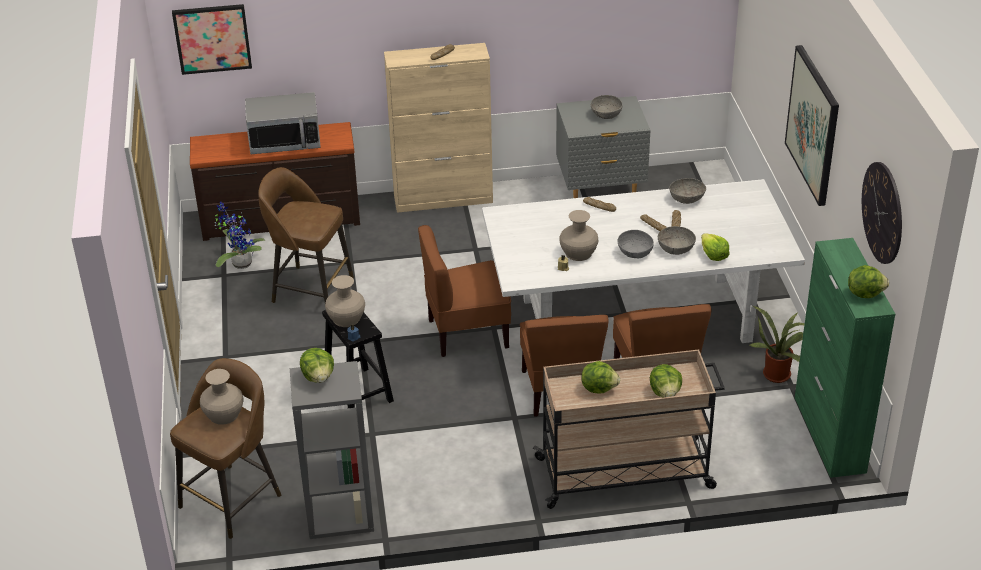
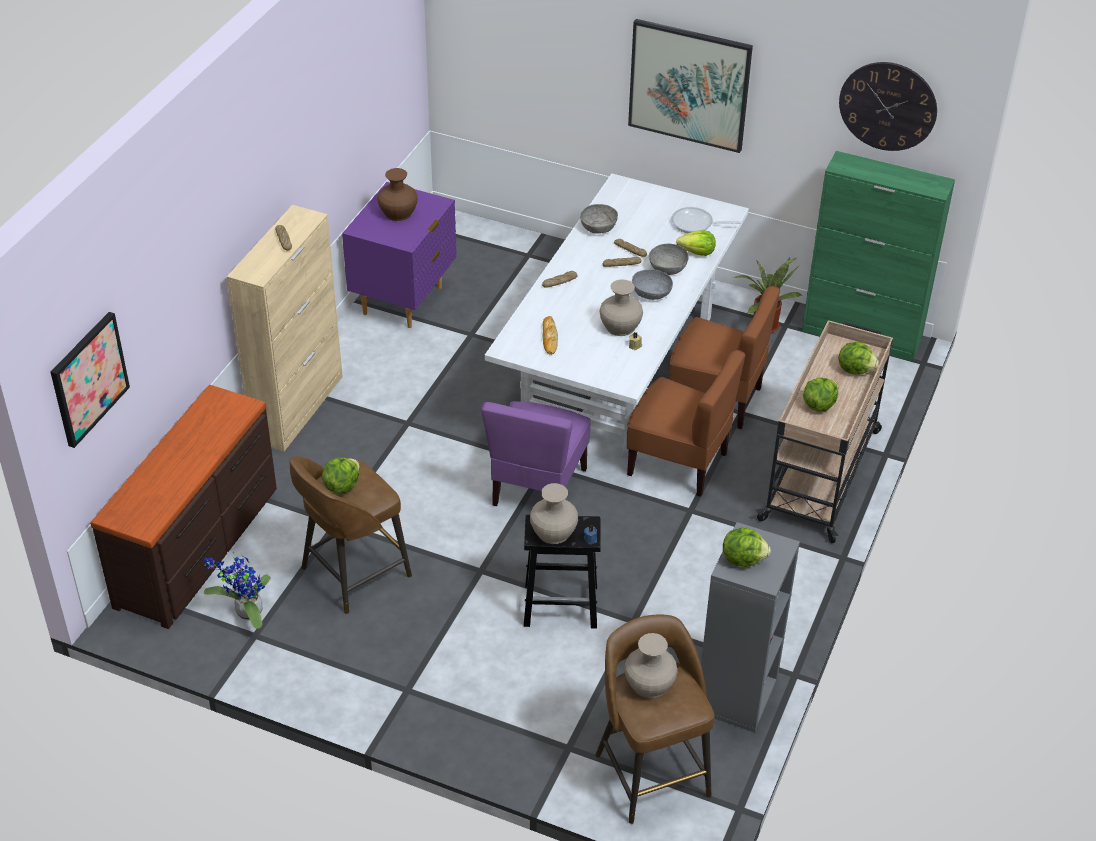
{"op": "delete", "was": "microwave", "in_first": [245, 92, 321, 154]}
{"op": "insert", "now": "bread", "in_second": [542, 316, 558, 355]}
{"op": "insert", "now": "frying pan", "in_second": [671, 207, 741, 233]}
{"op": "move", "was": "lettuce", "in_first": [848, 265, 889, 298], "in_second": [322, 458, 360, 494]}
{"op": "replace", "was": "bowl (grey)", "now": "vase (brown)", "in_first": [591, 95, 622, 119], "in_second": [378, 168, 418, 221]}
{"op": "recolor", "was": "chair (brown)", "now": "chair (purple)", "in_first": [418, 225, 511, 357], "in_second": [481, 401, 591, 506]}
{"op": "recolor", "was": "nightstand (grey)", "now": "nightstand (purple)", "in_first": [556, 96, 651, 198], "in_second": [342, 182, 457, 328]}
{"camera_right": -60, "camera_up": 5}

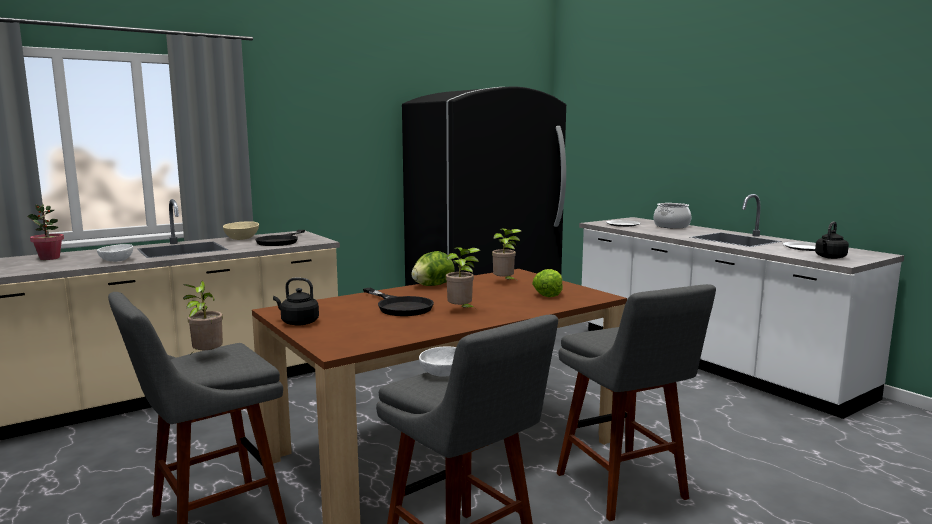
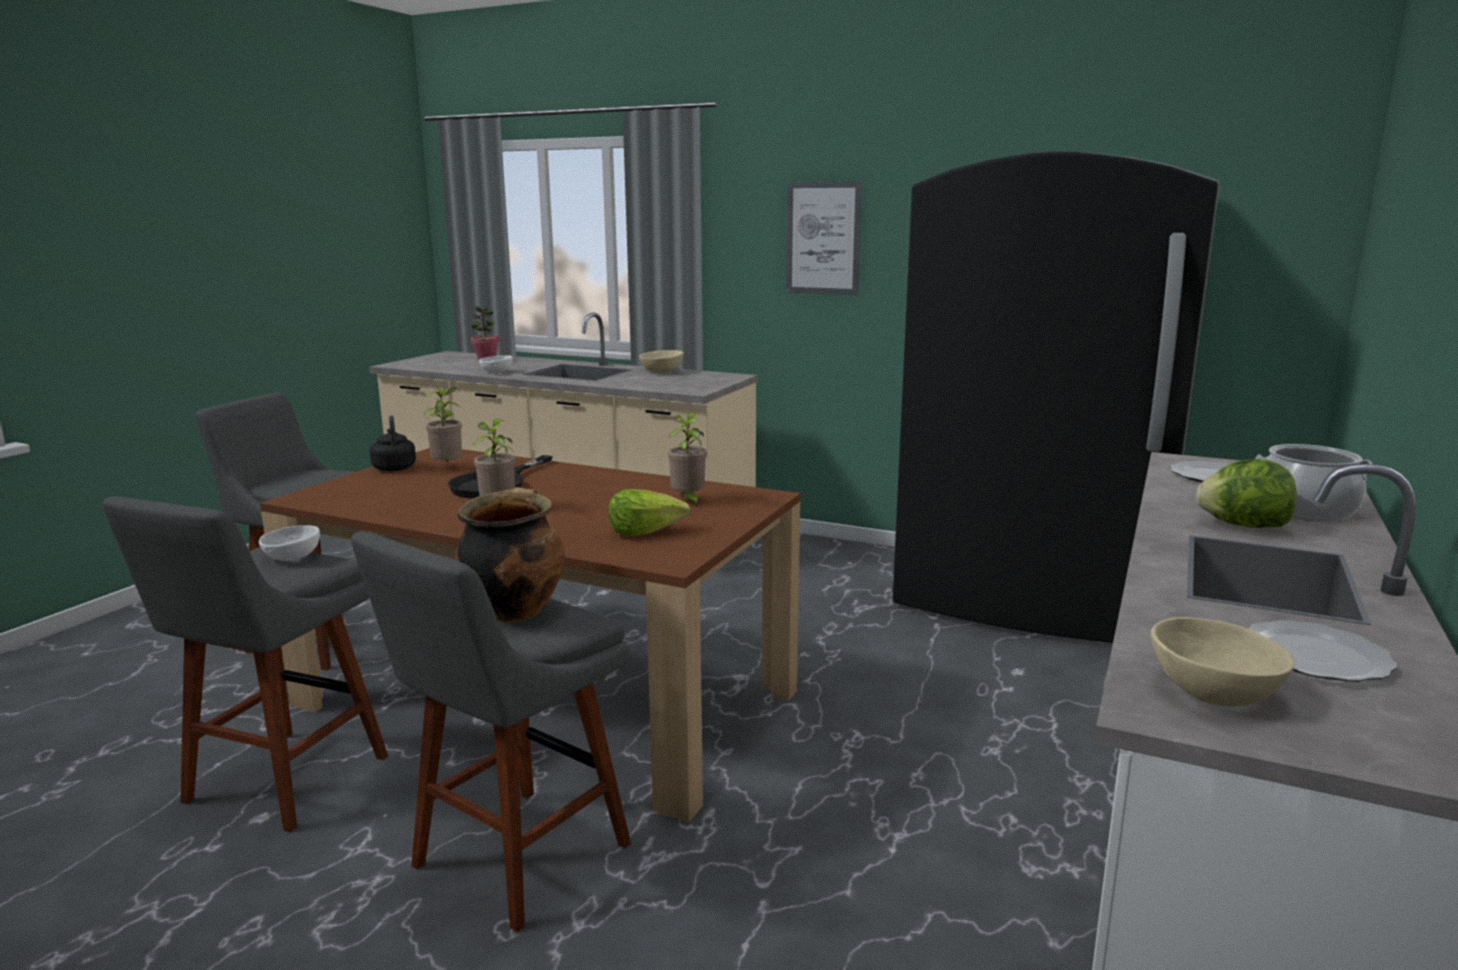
{"op": "delete", "was": "frying pan (black)", "in_first": [255, 230, 305, 246]}
{"op": "insert", "now": "cooking pot", "in_second": [455, 487, 564, 622]}
{"op": "insert", "now": "picture", "in_second": [786, 181, 863, 295]}
{"op": "move", "was": "potted plant", "in_first": [183, 281, 223, 354], "in_second": [424, 387, 462, 462]}
{"op": "move", "was": "lettuce", "in_first": [412, 251, 455, 286], "in_second": [1196, 459, 1297, 528]}
{"op": "replace", "was": "kettle (black)", "now": "bowl (beige)", "in_first": [815, 221, 849, 259], "in_second": [1151, 617, 1294, 707]}
{"camera_right": 60, "camera_up": 5}

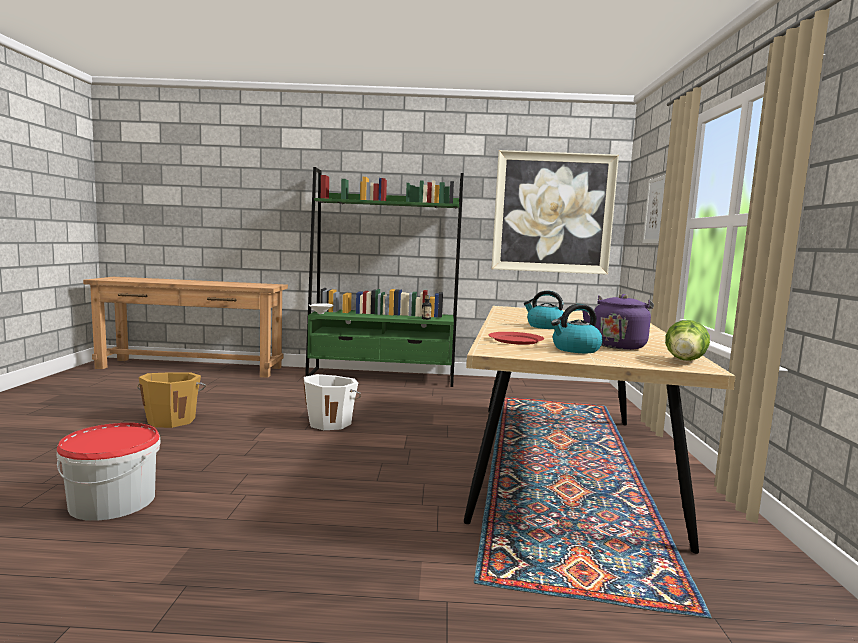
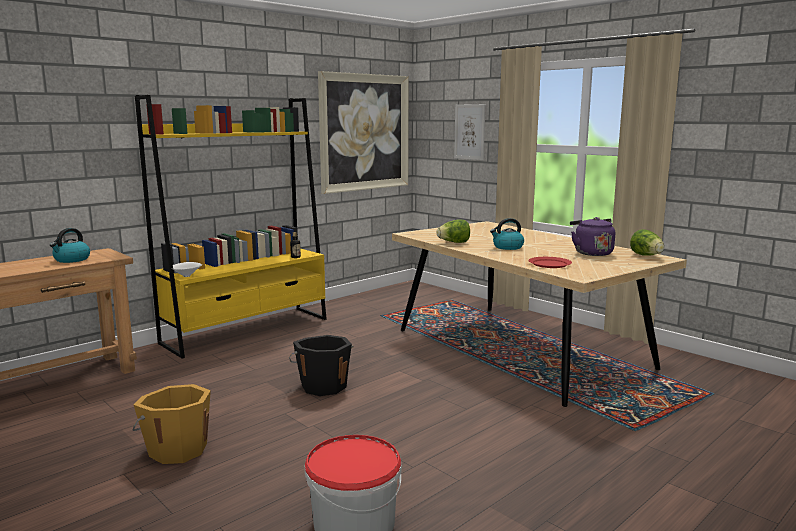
{"op": "insert", "now": "lettuce", "in_second": [437, 219, 470, 243]}
{"op": "move", "was": "kettle", "in_first": [551, 304, 603, 353], "in_second": [50, 228, 90, 263]}
{"op": "recolor", "was": "bucket (white)", "now": "bucket (black)", "in_first": [304, 374, 361, 430], "in_second": [289, 335, 354, 396]}
{"op": "recolor", "was": "bookcase (green)", "now": "bookcase (yellow)", "in_first": [305, 167, 464, 387], "in_second": [135, 95, 327, 359]}
{"camera_right": -45, "camera_up": 5}

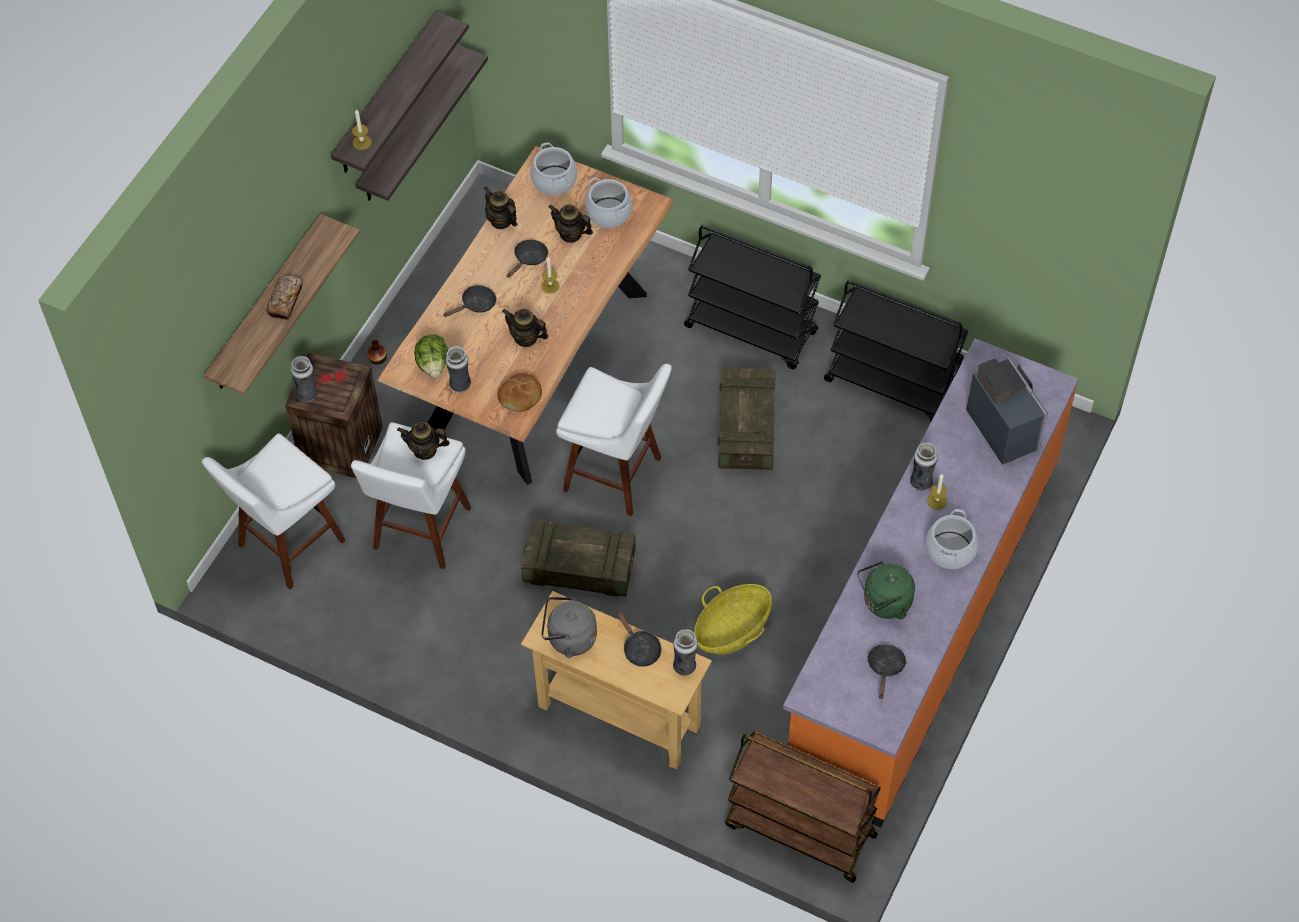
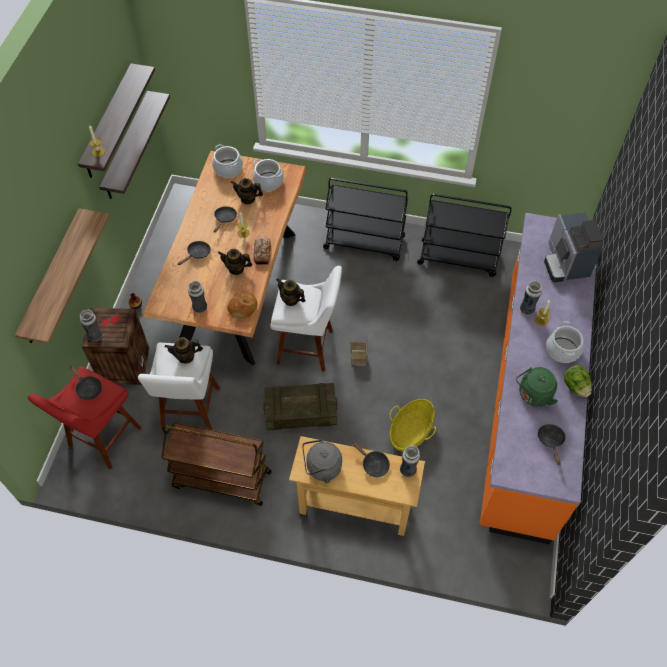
{"op": "delete", "was": "crate", "in_first": [718, 368, 776, 470]}
{"op": "insert", "now": "frying pan (black)", "in_second": [69, 365, 102, 400]}
{"op": "insert", "now": "basket", "in_second": [350, 337, 369, 365]}
{"op": "move", "was": "bread", "in_first": [267, 276, 303, 320], "in_second": [254, 237, 271, 265]}
{"op": "move", "was": "lettuce", "in_first": [414, 334, 448, 377], "in_second": [564, 365, 592, 397]}
{"op": "move", "was": "teapot", "in_first": [484, 186, 517, 229], "in_second": [276, 278, 305, 306]}
{"op": "move", "was": "cart (brown)", "in_first": [725, 731, 881, 883], "in_second": [161, 423, 272, 506]}
{"op": "recolor", "was": "stool (white)", "now": "stool (red)", "in_first": [202, 433, 346, 589], "in_second": [28, 366, 141, 470]}
{"op": "rotate", "was": "coffee machine", "in_first": [966, 357, 1048, 465], "in_second": [544, 212, 603, 282], "clockwise": -150}
{"camera_right": -15, "camera_up": 0}

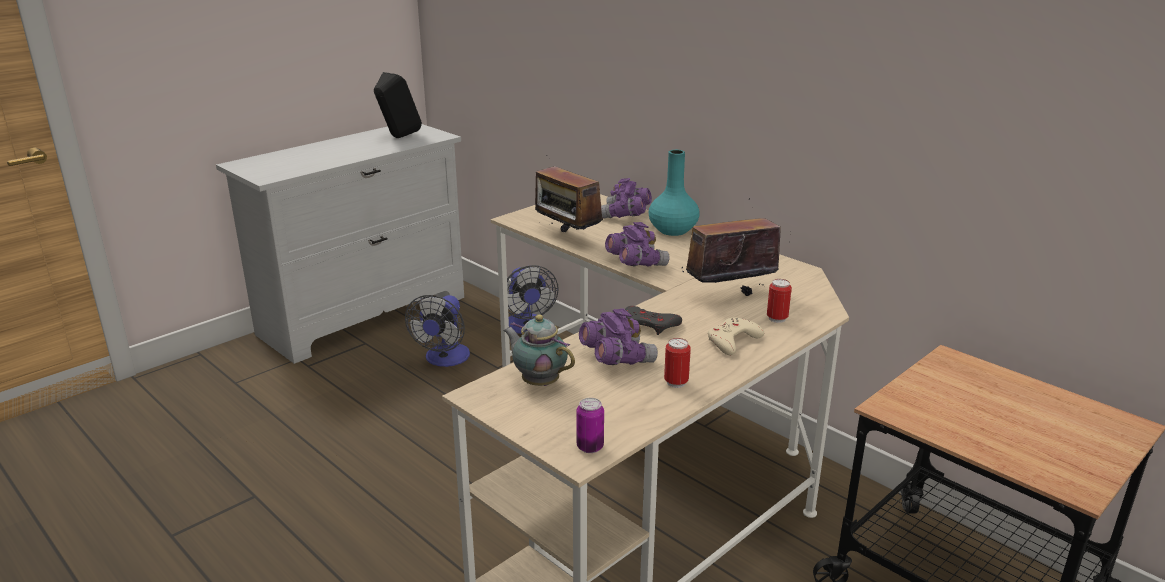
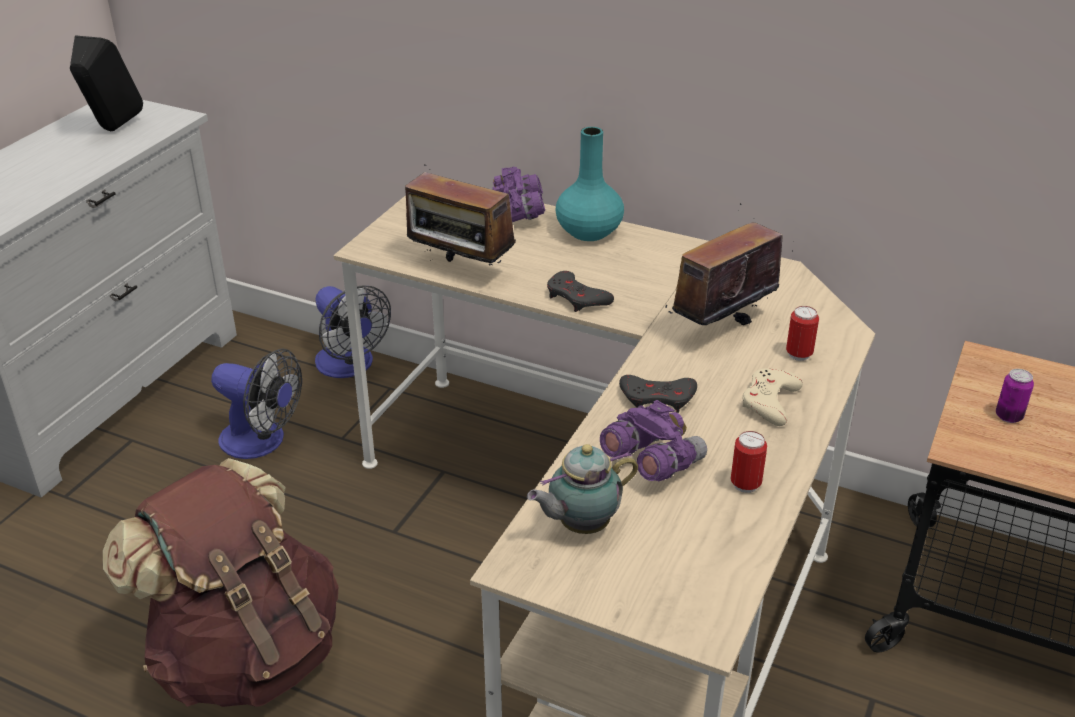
{"op": "insert", "now": "backpack (brown)", "in_second": [103, 458, 338, 707]}
{"op": "move", "was": "can", "in_first": [577, 398, 604, 453], "in_second": [996, 369, 1034, 423]}
{"op": "replace", "was": "binoculars (purple)", "now": "game controller (grey)", "in_first": [605, 222, 670, 267], "in_second": [547, 271, 614, 312]}
{"op": "rotate", "was": "fan", "in_first": [405, 295, 470, 367], "in_second": [211, 348, 302, 459], "clockwise": -60}
{"op": "rotate", "was": "teapot", "in_first": [503, 315, 575, 386], "in_second": [527, 444, 638, 534], "clockwise": -45}
{"camera_right": -20, "camera_up": 10}

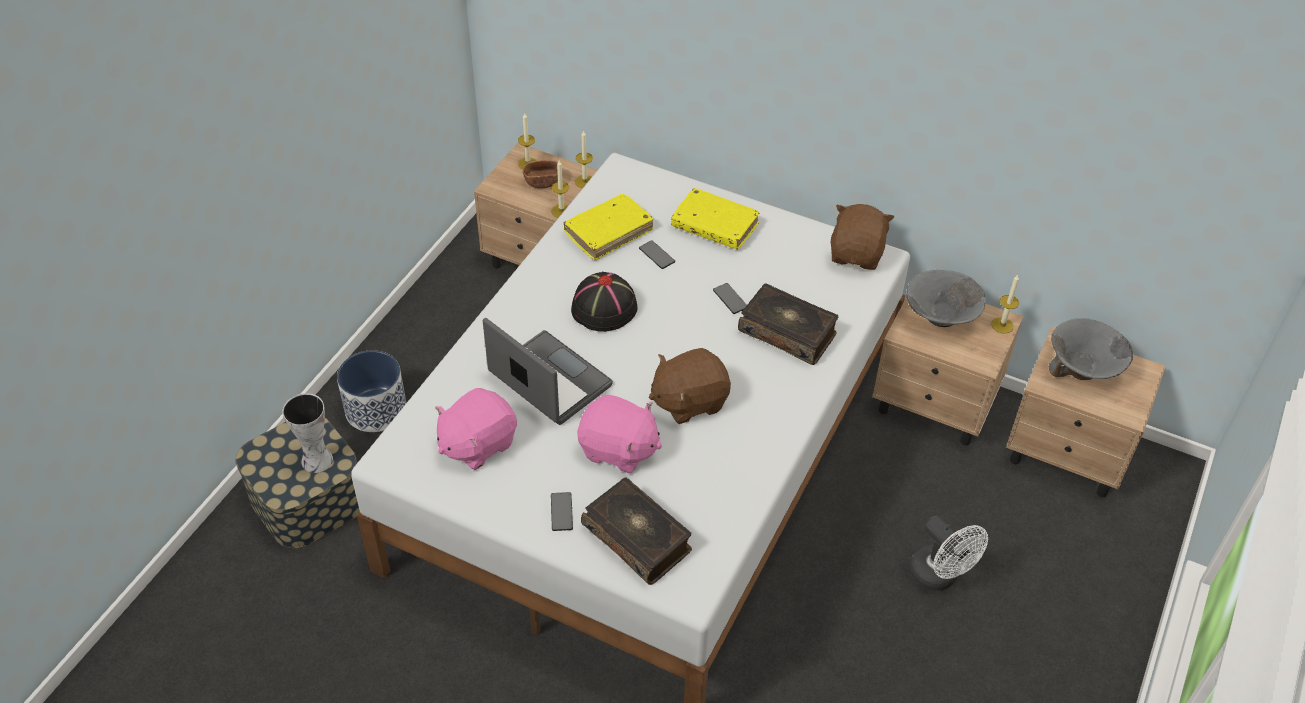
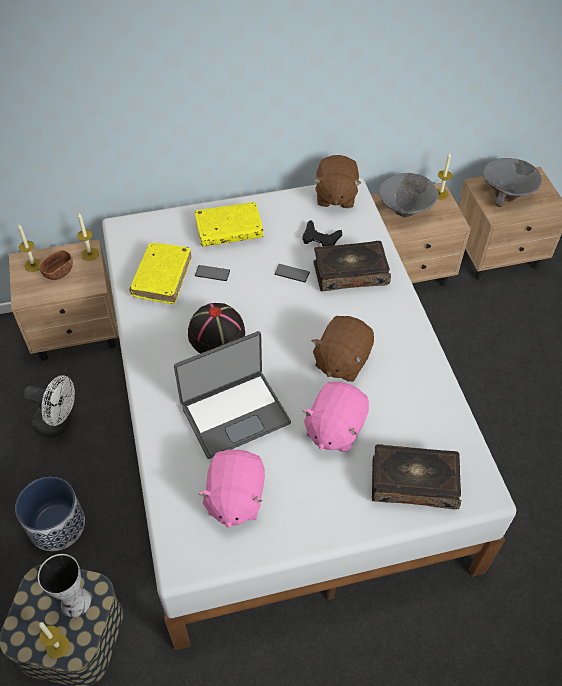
{"op": "delete", "was": "phone", "in_first": [551, 492, 573, 531]}
{"op": "insert", "now": "game controller (black)", "in_second": [303, 220, 342, 247]}
{"op": "move", "was": "candle", "in_first": [551, 160, 569, 218], "in_second": [39, 622, 70, 658]}
{"op": "move", "was": "fan (white)", "in_first": [909, 516, 988, 591], "in_second": [24, 376, 75, 438]}
{"op": "rotate", "was": "laptop", "in_first": [483, 318, 613, 425], "in_second": [174, 331, 291, 459], "clockwise": 150}
{"op": "rotate", "was": "plush toy (pink)", "in_first": [577, 394, 662, 473], "in_second": [302, 382, 369, 452], "clockwise": 135}
{"op": "rotate", "was": "plush toy (brown)", "in_first": [831, 204, 894, 270], "in_second": [314, 155, 361, 208], "clockwise": -150}
{"camera_right": -40, "camera_up": 5}

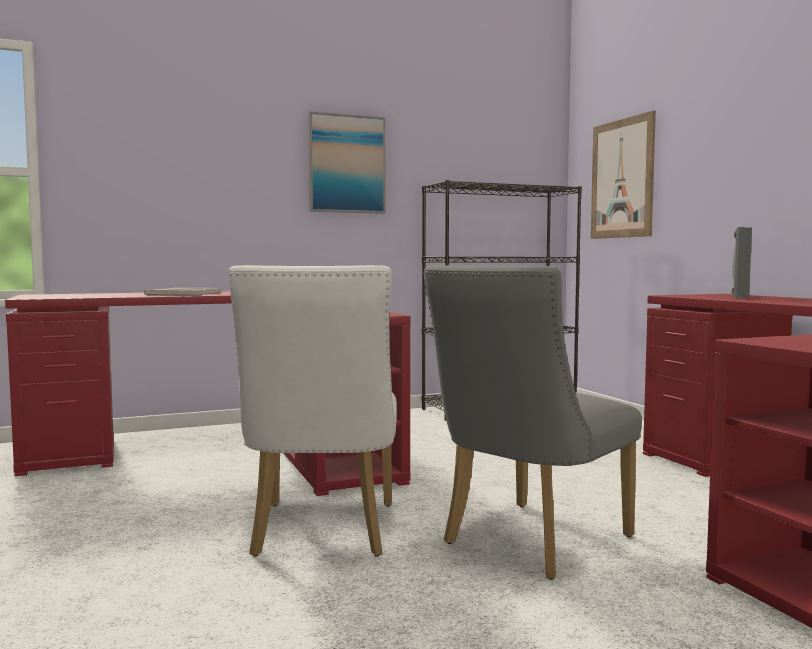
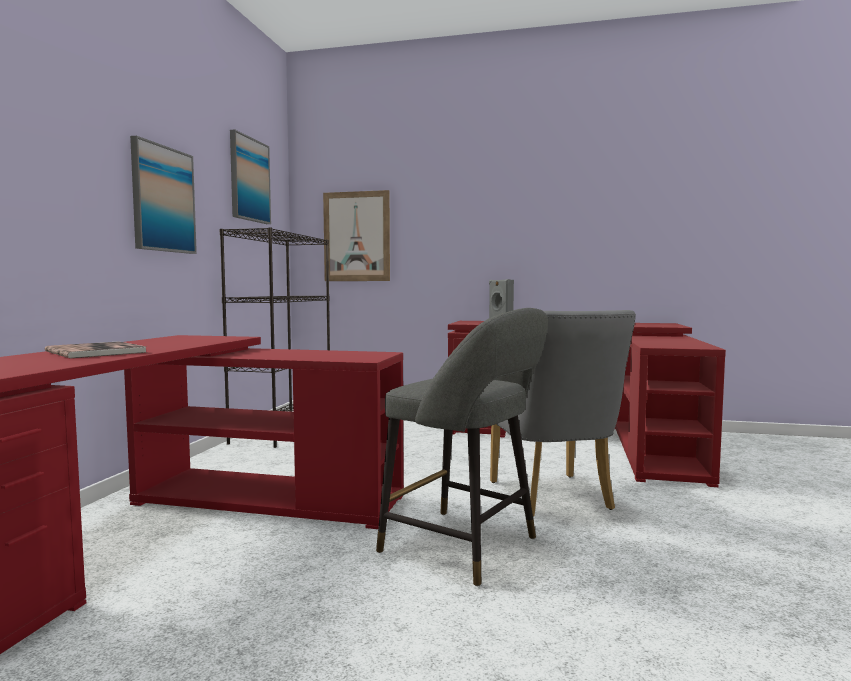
{"op": "insert", "now": "picture", "in_second": [230, 130, 271, 224]}
{"op": "replace", "was": "chair (white)", "now": "stool (grey)", "in_first": [228, 265, 397, 557], "in_second": [376, 308, 548, 586]}
{"camera_right": -55, "camera_up": 0}

